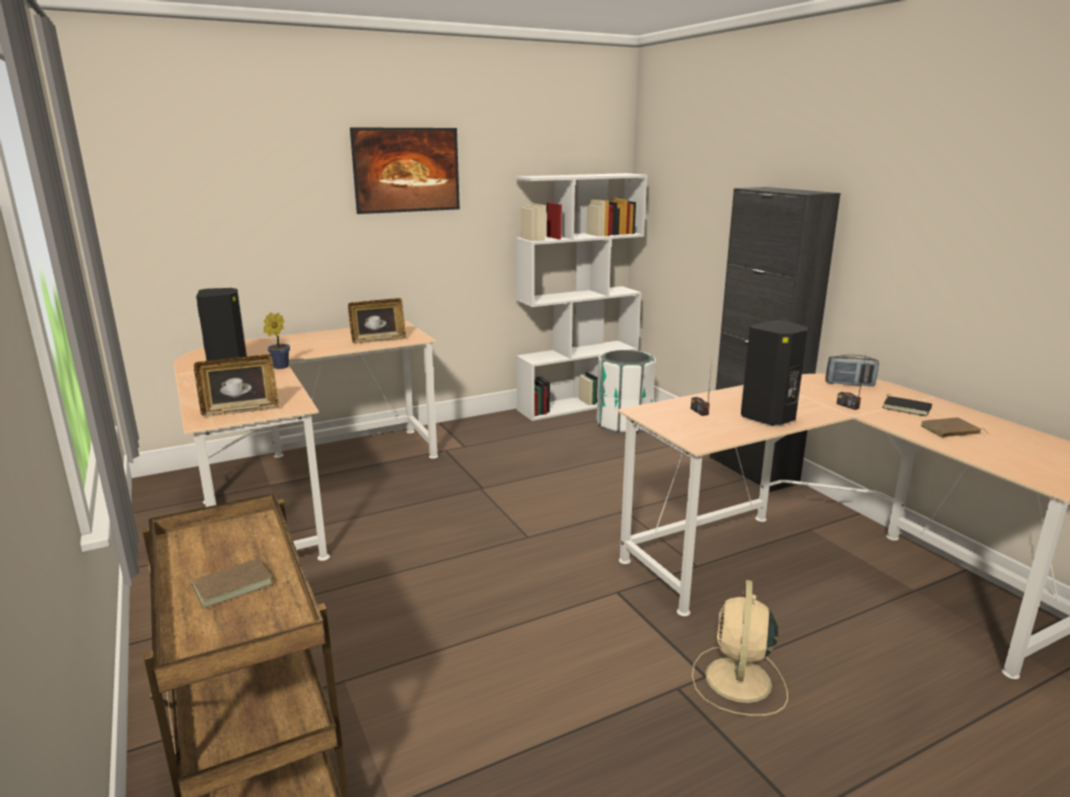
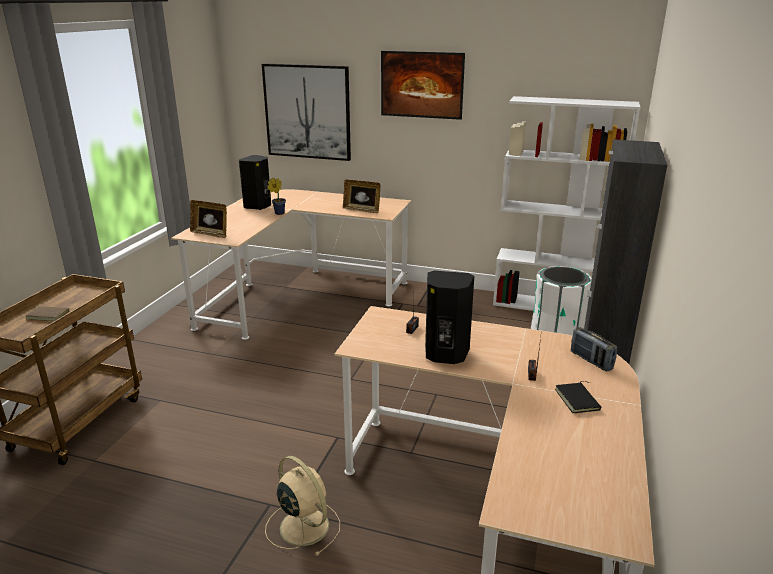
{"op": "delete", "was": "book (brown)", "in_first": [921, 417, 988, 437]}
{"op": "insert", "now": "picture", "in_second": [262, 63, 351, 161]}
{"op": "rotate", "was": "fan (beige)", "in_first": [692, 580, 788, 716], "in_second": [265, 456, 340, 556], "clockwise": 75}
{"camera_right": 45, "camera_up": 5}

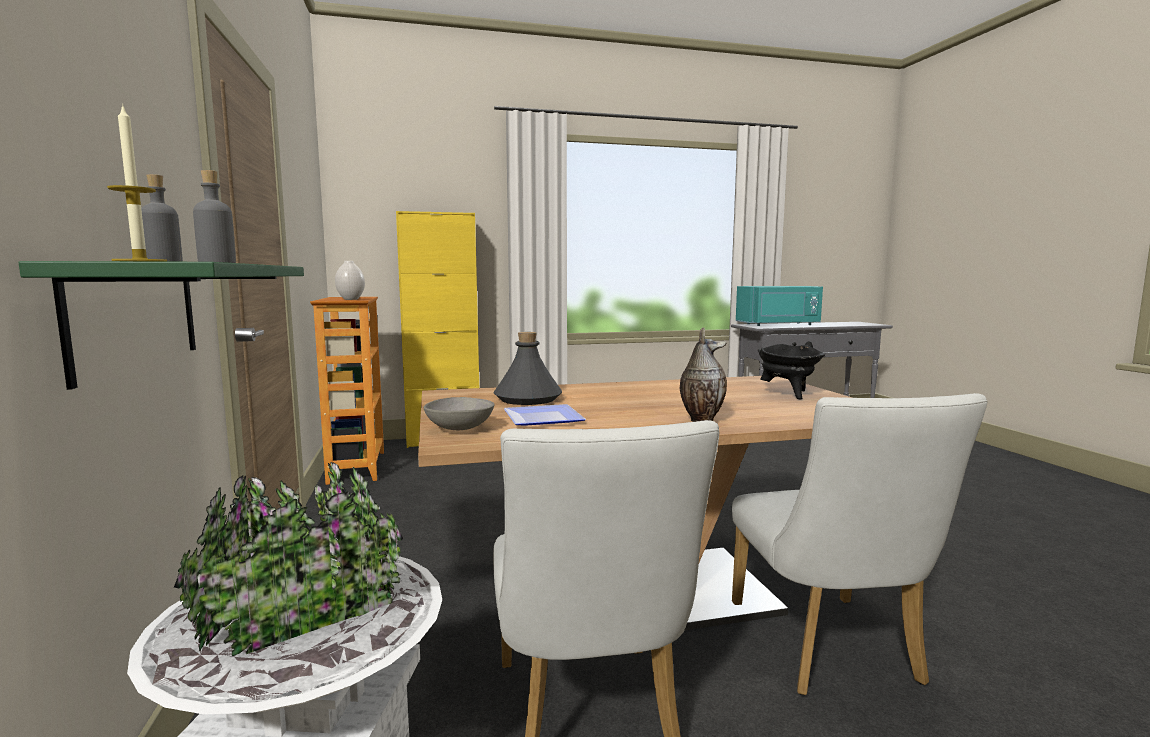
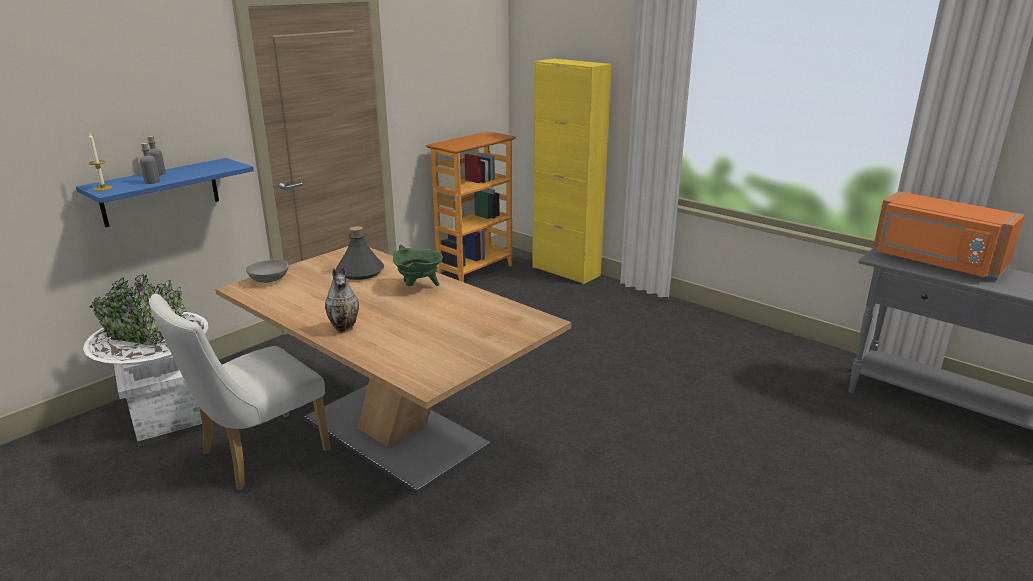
{"op": "delete", "was": "vase (white)", "in_first": [335, 261, 365, 300]}
{"op": "delete", "was": "plate", "in_first": [504, 404, 586, 425]}
{"op": "delete", "was": "chair (white)", "in_first": [732, 393, 988, 695]}
{"op": "delete", "was": "cooking pot (black)", "in_first": [758, 341, 825, 400]}
{"op": "insert", "now": "cooking pot (green)", "in_second": [393, 245, 443, 286]}
{"op": "recolor", "was": "shelf (green)", "now": "shelf (blue)", "in_first": [18, 261, 304, 390], "in_second": [76, 158, 254, 227]}
{"op": "recolor", "was": "microwave (turquoise)", "now": "microwave (orange)", "in_first": [736, 286, 823, 326], "in_second": [873, 191, 1025, 278]}
{"camera_right": 55, "camera_up": 15}

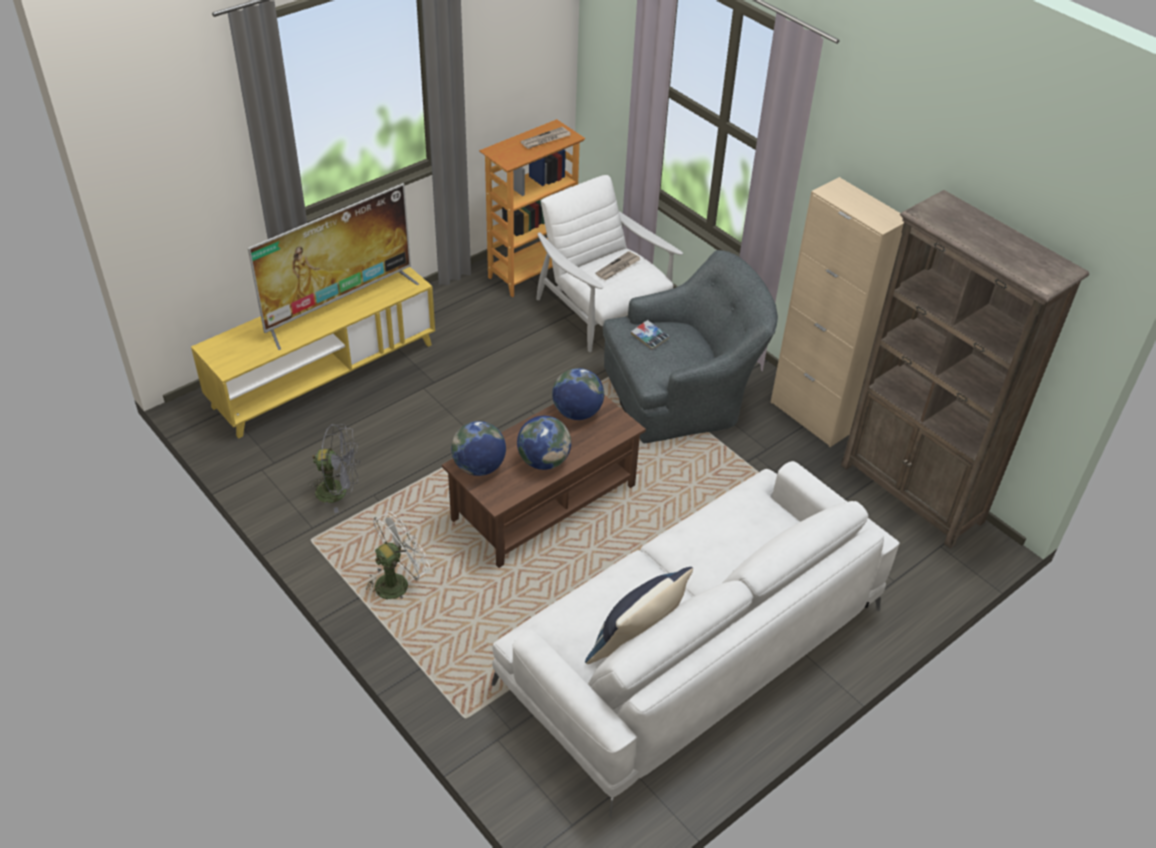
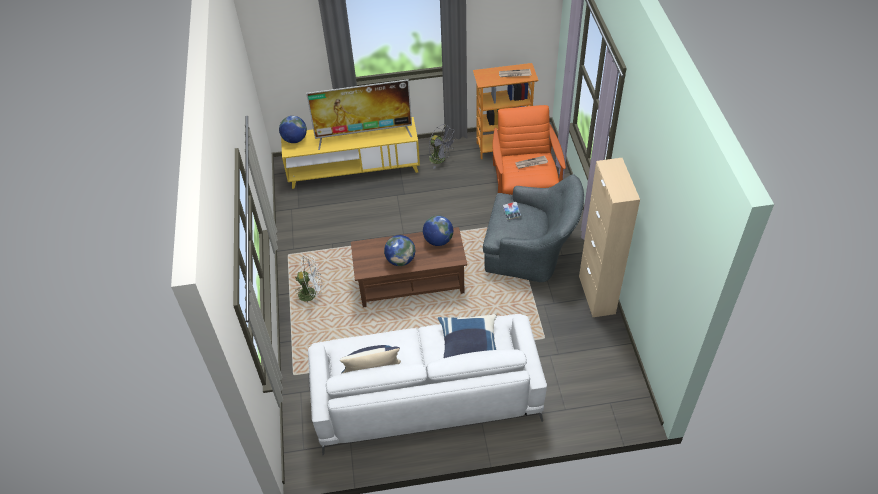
{"op": "delete", "was": "bookcase (brown)", "in_first": [841, 190, 1089, 549]}
{"op": "insert", "now": "pillow (blue)", "in_second": [438, 314, 497, 358]}
{"op": "move", "was": "fan (grey)", "in_first": [308, 424, 360, 513], "in_second": [429, 125, 455, 169]}
{"op": "move", "was": "globe", "in_first": [451, 421, 506, 476], "in_second": [279, 116, 307, 143]}
{"op": "recolor", "was": "armchair (white)", "now": "armchair (orange)", "in_first": [536, 175, 683, 352], "in_second": [493, 105, 566, 195]}
{"camera_right": 35, "camera_up": 5}

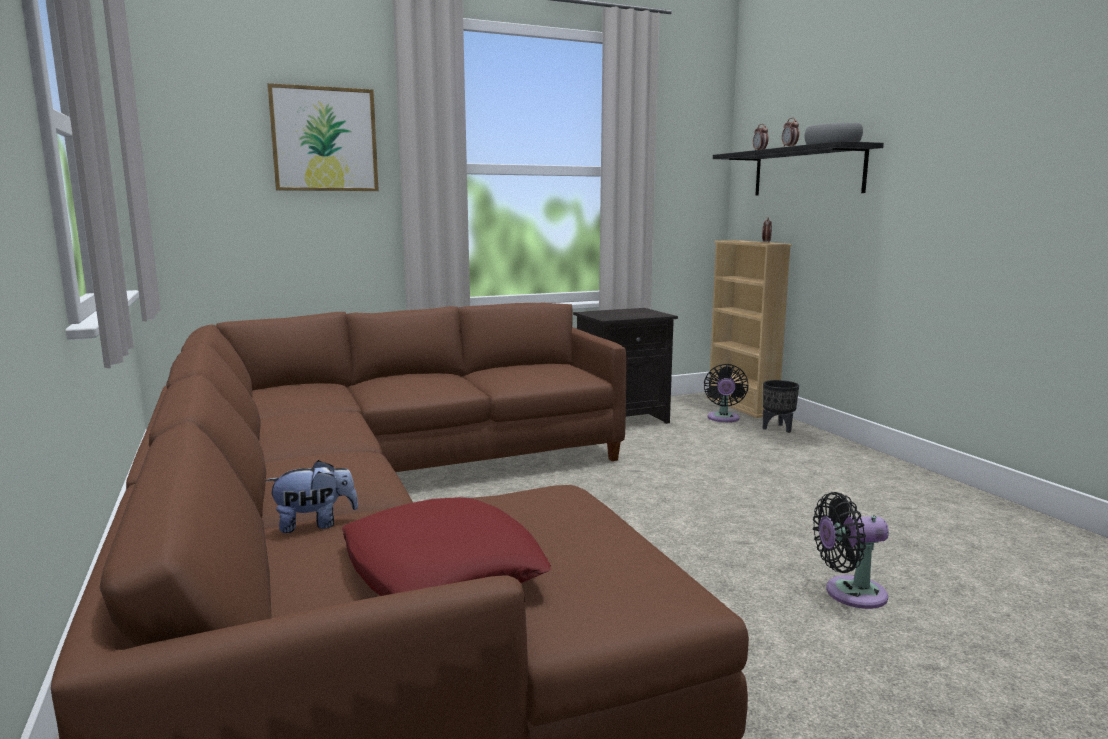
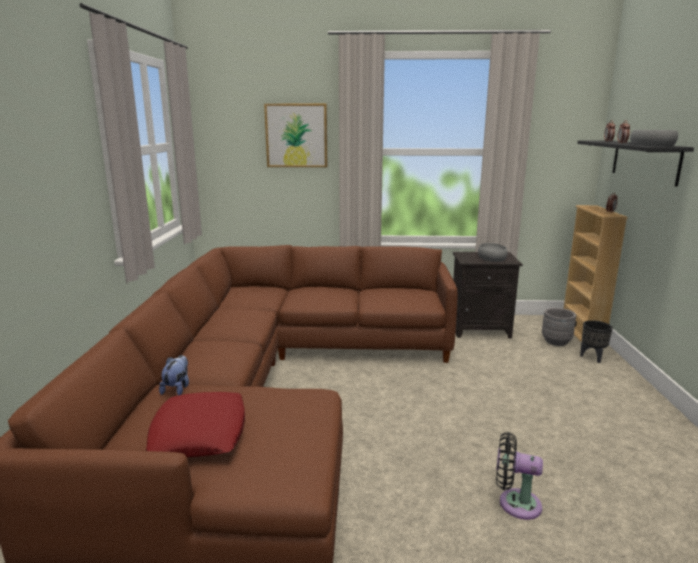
{"op": "insert", "now": "bowl (grey)", "in_second": [478, 243, 507, 262]}
{"op": "replace", "was": "fan (black)", "now": "planter (grey)", "in_first": [704, 364, 748, 422], "in_second": [542, 308, 576, 346]}
{"op": "rotate", "was": "plush toy", "in_first": [266, 460, 358, 533], "in_second": [159, 355, 189, 395], "clockwise": -90}
{"camera_right": 25, "camera_up": 5}

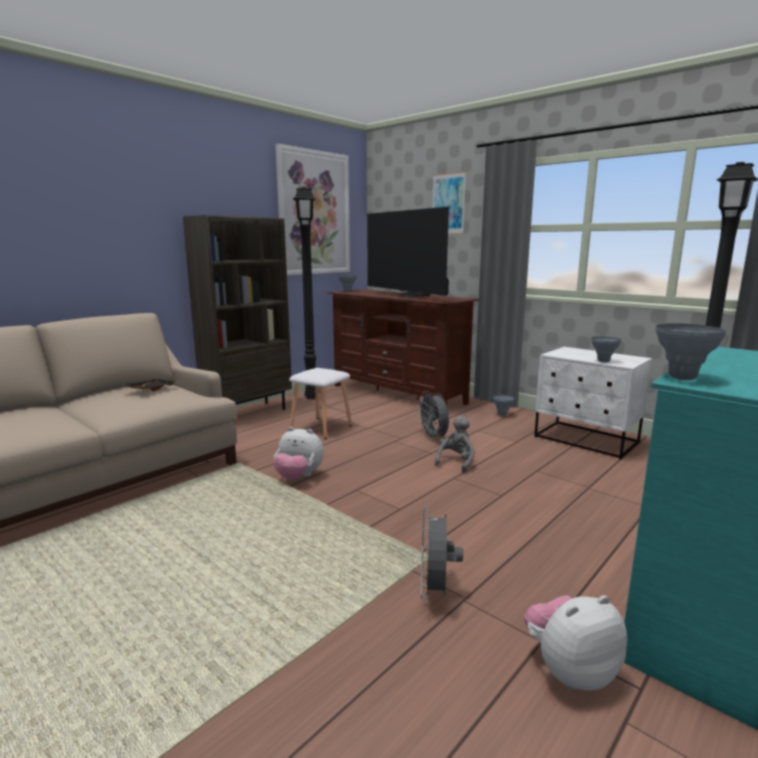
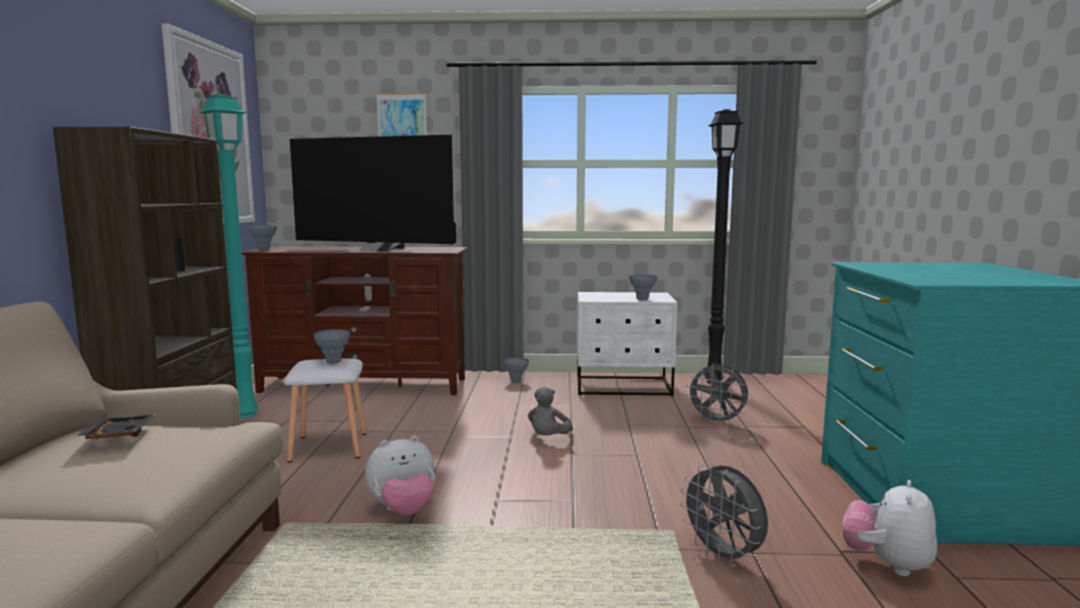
{"op": "move", "was": "fan (grey)", "in_first": [417, 391, 449, 441], "in_second": [686, 363, 749, 425]}
{"op": "move", "was": "vase (grey)", "in_first": [656, 323, 726, 380], "in_second": [313, 329, 350, 364]}
{"op": "recolor", "was": "floor lamp (black)", "now": "floor lamp (turquoise)", "in_first": [293, 187, 316, 400], "in_second": [199, 94, 258, 418]}
{"op": "rotate", "was": "plush toy (grey)", "in_first": [435, 415, 475, 473], "in_second": [528, 387, 573, 435], "clockwise": -150}
{"camera_right": -40, "camera_up": -5}

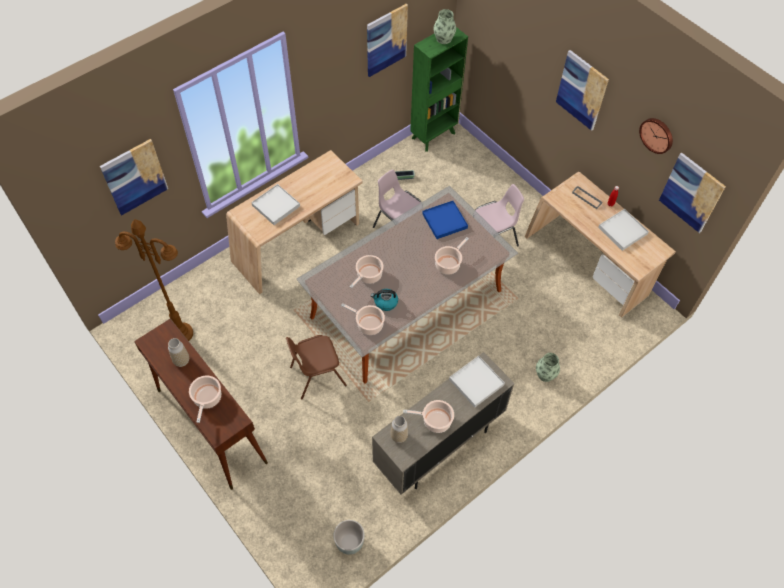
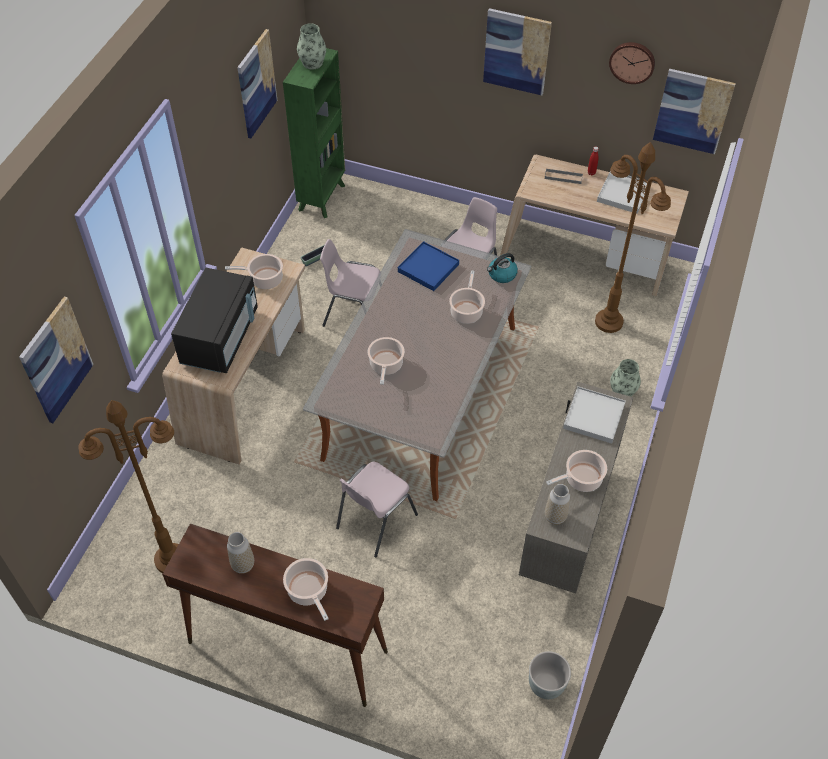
{"op": "insert", "now": "floor lamp (brown)", "in_second": [595, 142, 671, 333]}
{"op": "move", "was": "cooking pot", "in_first": [341, 303, 385, 335], "in_second": [225, 254, 283, 289]}
{"op": "move", "was": "kettle", "in_first": [371, 289, 398, 311], "in_second": [487, 253, 518, 283]}
{"op": "replace", "was": "tray (white)", "now": "microwave (black)", "in_first": [251, 184, 300, 225], "in_second": [171, 268, 258, 373]}
{"op": "recolor", "was": "chair (brown)", "now": "chair (pink)", "in_first": [286, 335, 347, 399], "in_second": [336, 462, 418, 557]}
{"camera_right": -30, "camera_up": -5}

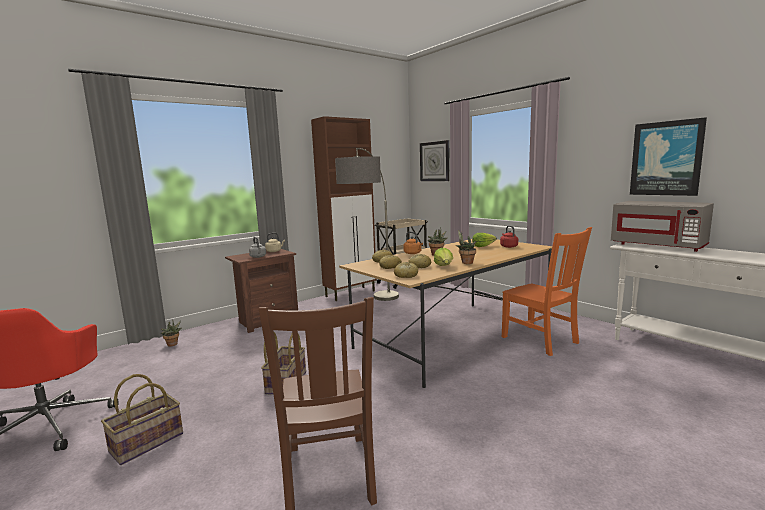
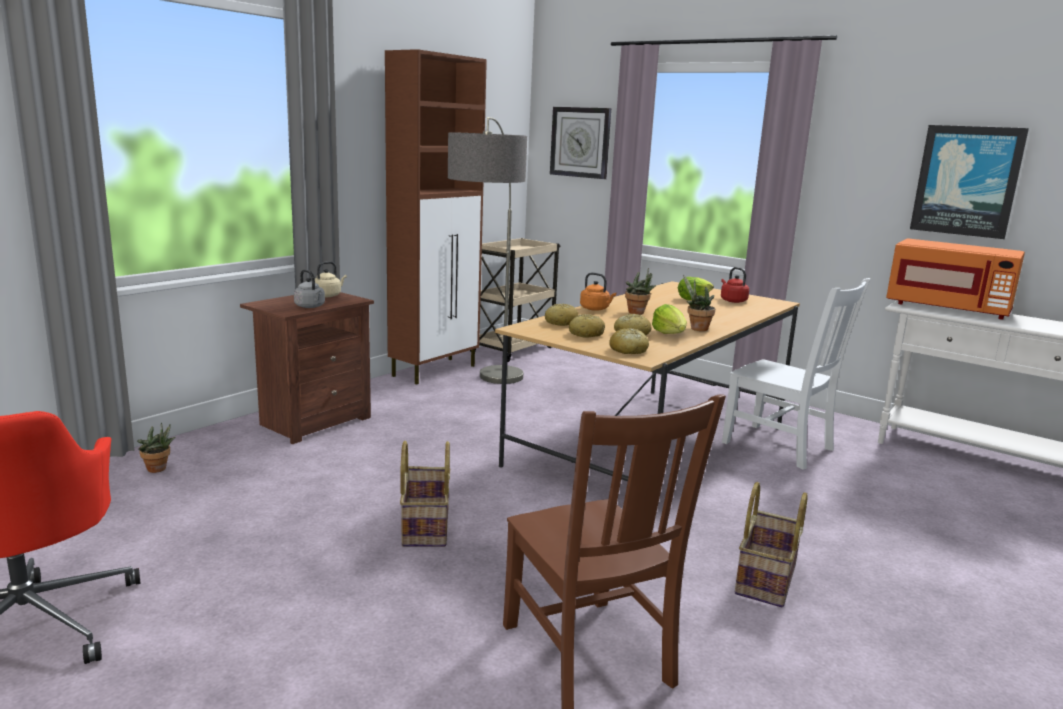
{"op": "move", "was": "basket", "in_first": [101, 374, 183, 465], "in_second": [735, 482, 808, 607]}
{"op": "recolor", "was": "chair (orange)", "now": "chair (white)", "in_first": [502, 227, 592, 356], "in_second": [722, 278, 870, 470]}
{"op": "recolor", "was": "microwave (grey)", "now": "microwave (orange)", "in_first": [611, 201, 714, 252], "in_second": [886, 239, 1025, 320]}
{"camera_right": -15, "camera_up": 5}

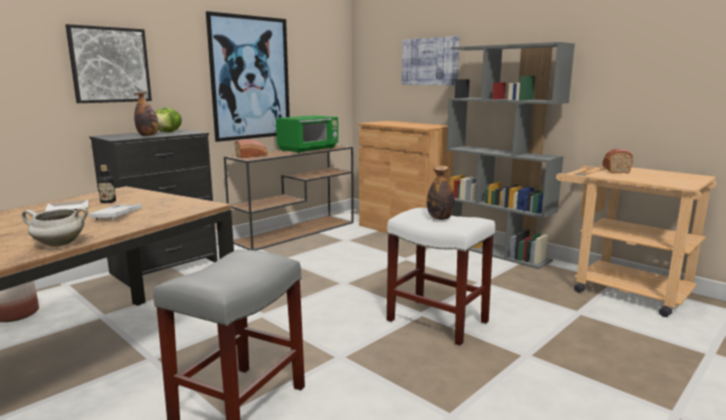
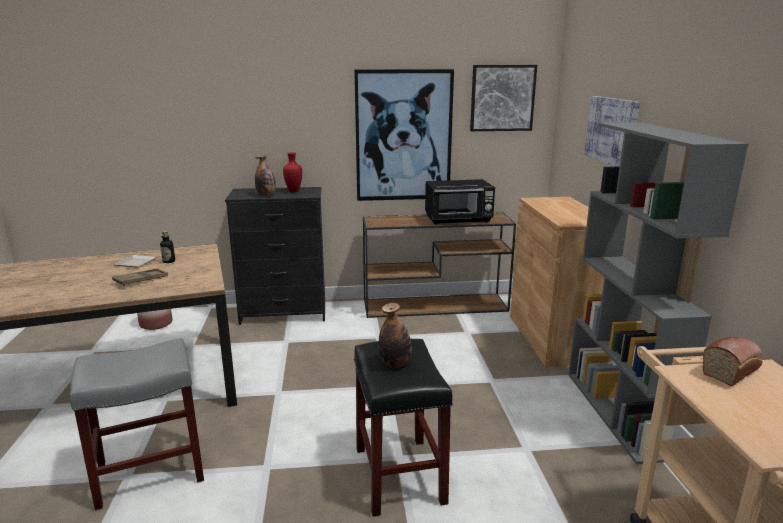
{"op": "delete", "was": "cooking pot (white)", "in_first": [21, 207, 88, 247]}
{"op": "delete", "was": "bread", "in_first": [235, 139, 268, 158]}
{"op": "move", "was": "picture", "in_first": [66, 24, 152, 103], "in_second": [470, 65, 537, 131]}
{"op": "replace", "was": "lettuce", "now": "vase (red)", "in_first": [155, 108, 182, 132], "in_second": [283, 152, 302, 192]}
{"op": "recolor", "was": "tray (white)", "now": "tray (brown)", "in_first": [89, 204, 142, 220], "in_second": [112, 268, 168, 286]}
{"op": "recolor", "was": "microwave (green)", "now": "microwave (black)", "in_first": [276, 115, 338, 153], "in_second": [425, 179, 495, 224]}
{"op": "recolor", "was": "stool (white)", "now": "stool (black)", "in_first": [387, 208, 495, 347], "in_second": [354, 339, 453, 516]}
{"camera_right": 40, "camera_up": 5}

